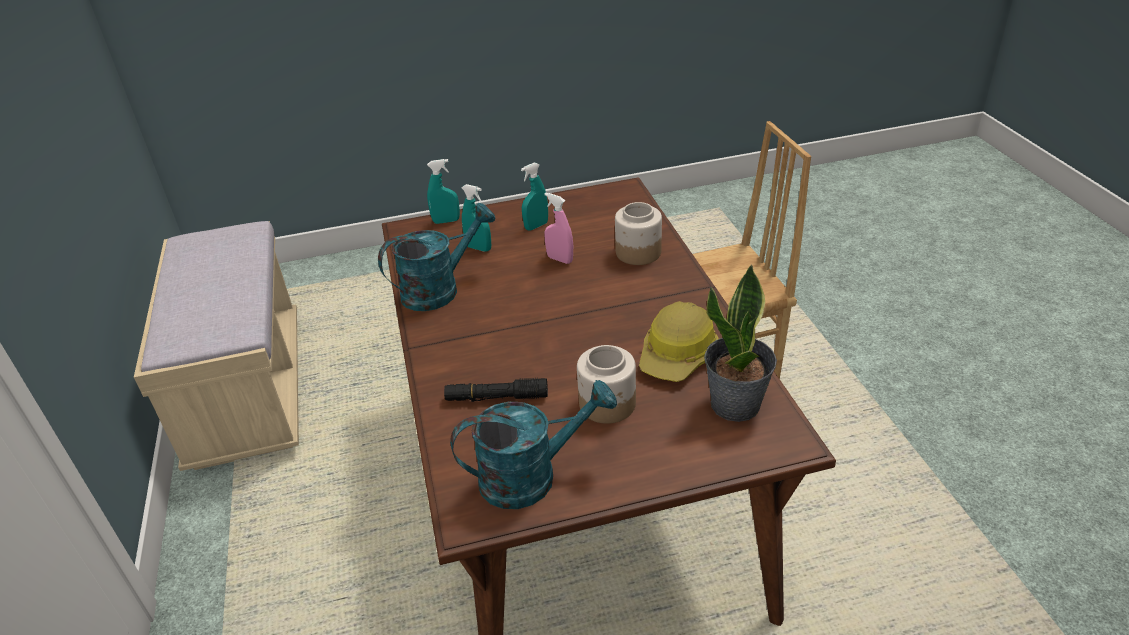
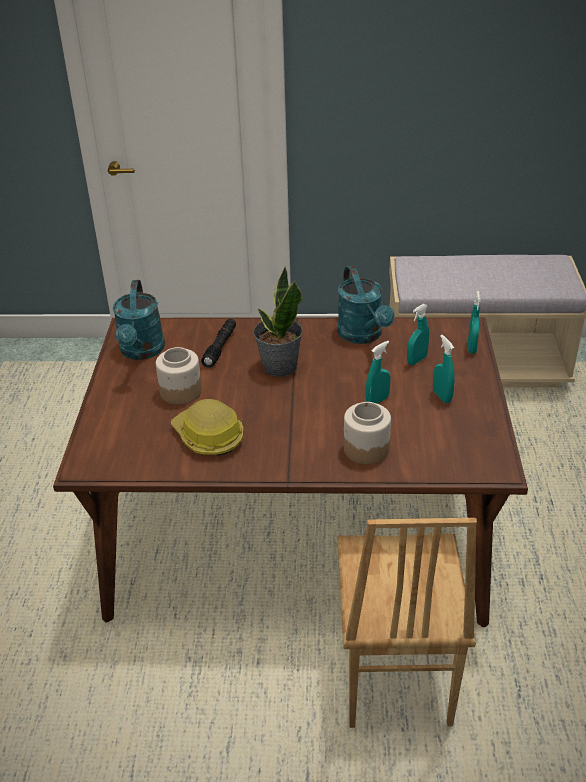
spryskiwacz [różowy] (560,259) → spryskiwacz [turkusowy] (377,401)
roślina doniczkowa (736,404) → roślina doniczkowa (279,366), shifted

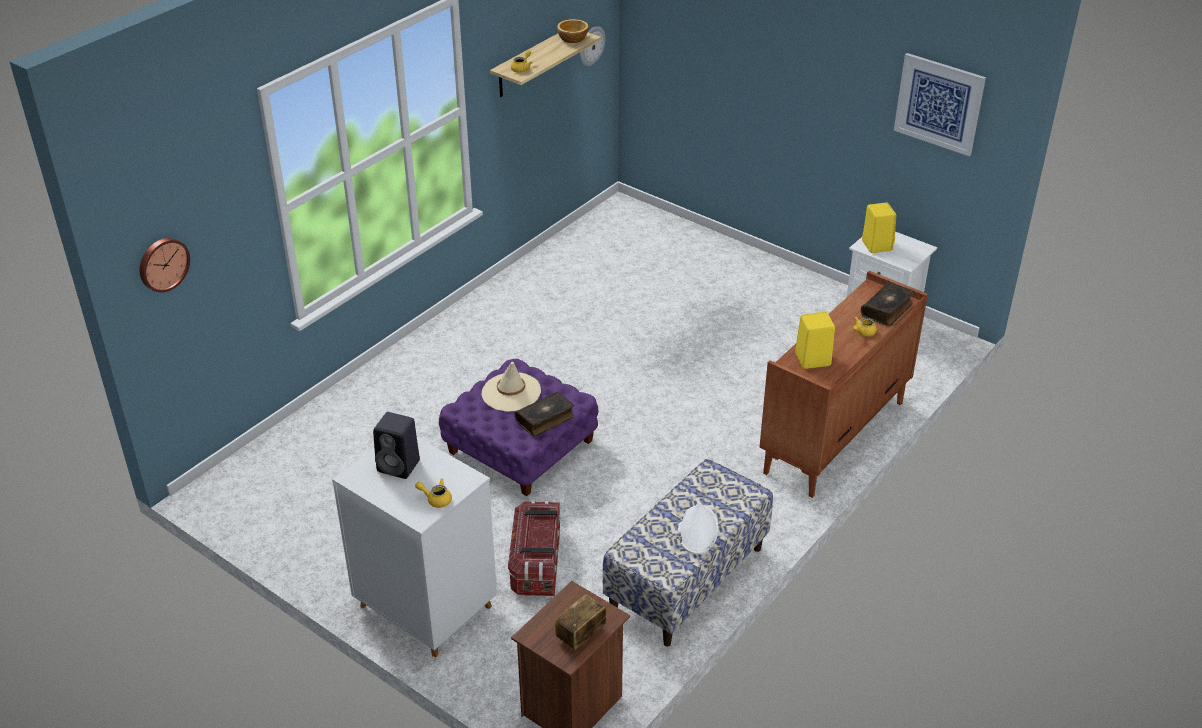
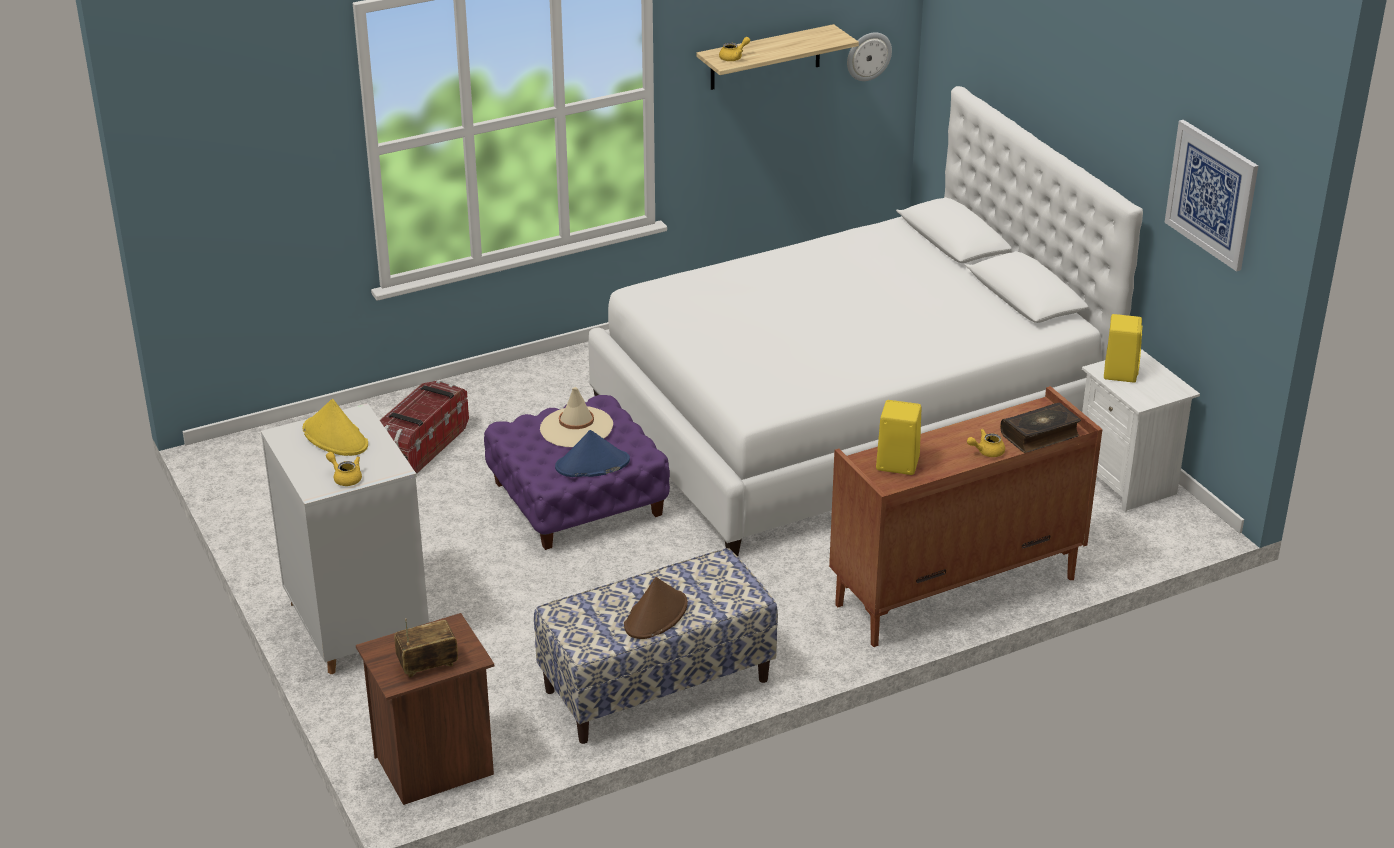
zegar ścienny (162,264) → -
głośnik [czarny] (400,466) → kapelusz [żółty] (335,437)
pojemnik do przechowywania (536,563) → pojemnik do przechowywania (422,445), shifted
książka (545,419) → kapelusz [niebieski] (592,464)
miska (573,39) → -
kapelusz [biały] (697,530) → kapelusz [brązowy] (656,615)
- → łóżko [biały] (850,420)

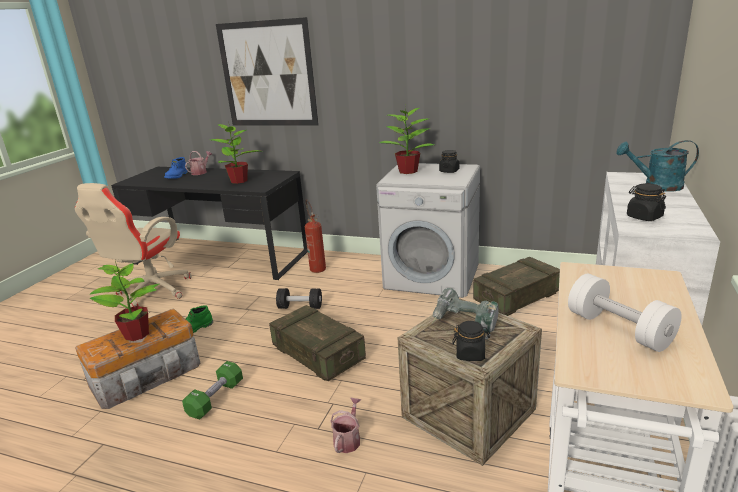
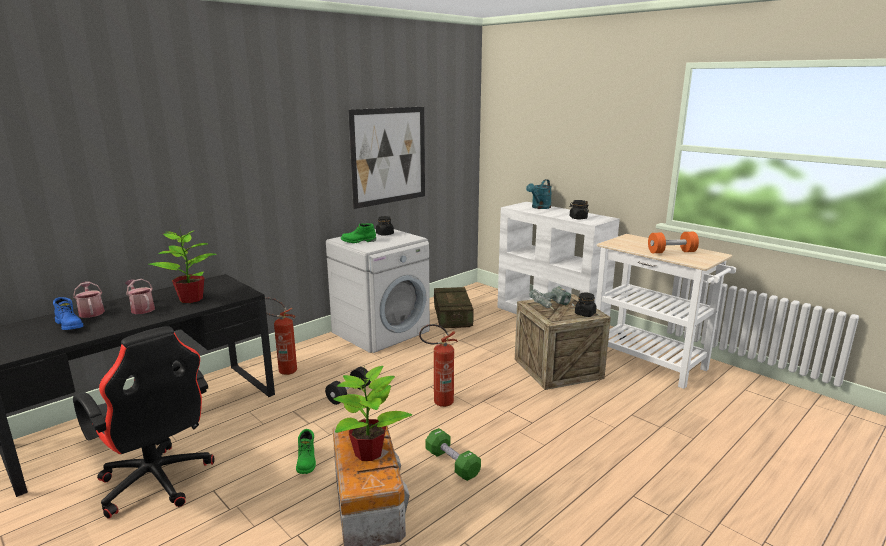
krzesło biurowe [beżowy] (150,293) → krzesło biurowe [czarny] (158,486)
obraz (267,74) → obraz (389,156), shifted
skrzynka (318,355) → gaśnica (438,402)
konewka (348,439) → konewka (141,309), shifted
roślina doniczkowa (408,171) → but z cholewką [zielony] (358,241)
hantel [biały] (618,329) → hantel [pomarańczowy] (671,252)

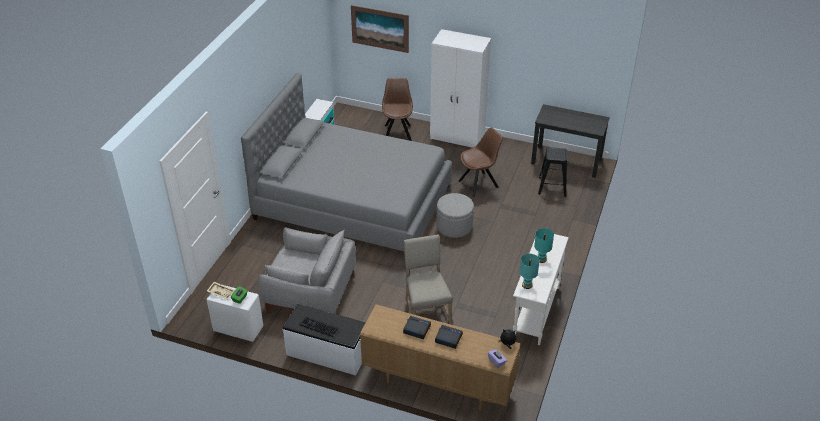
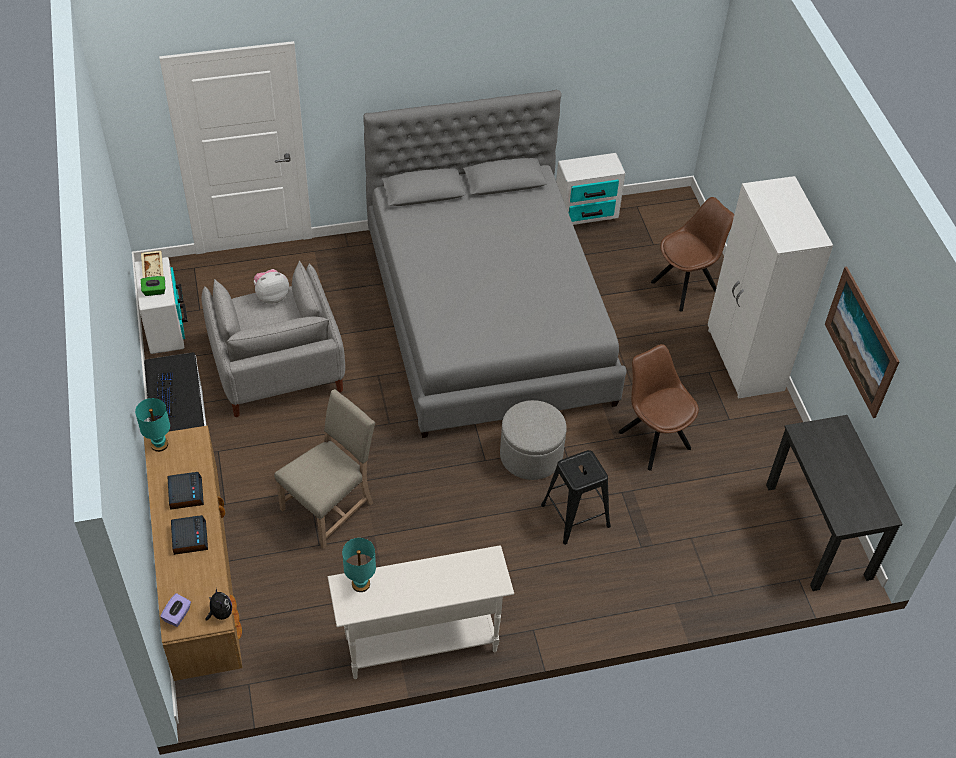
obraz (380,28) → obraz (861,341), shifted
krzesło [brązowy] (478,184) → krzesło [brązowy] (653,440), 150 degrees counterclockwise
lampa stołowa [turkusowy] (541,259) → lampa stołowa [turkusowy] (159,445), shifted
stołek [czarny] (552,187) → stołek [czarny] (575,515), shifted
- → pluszak (272,296)

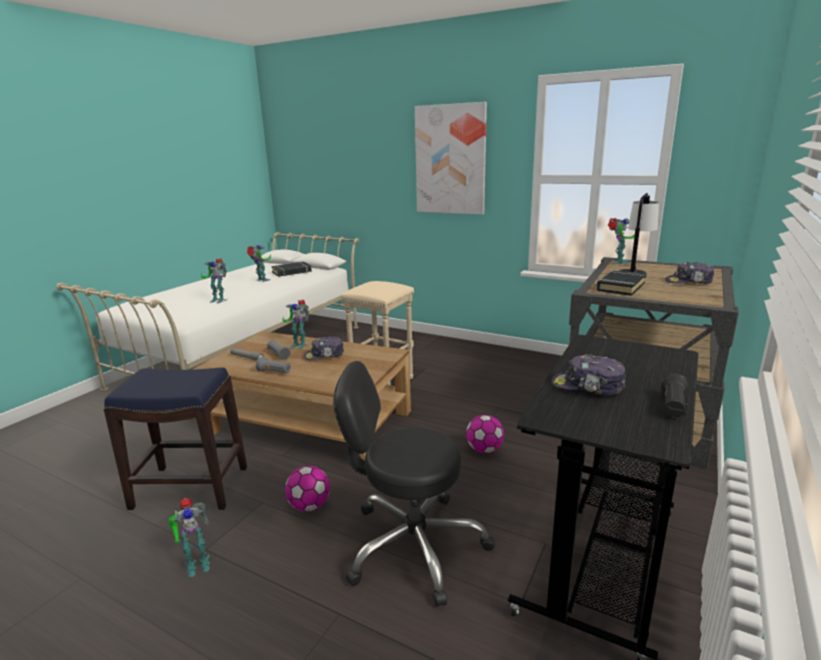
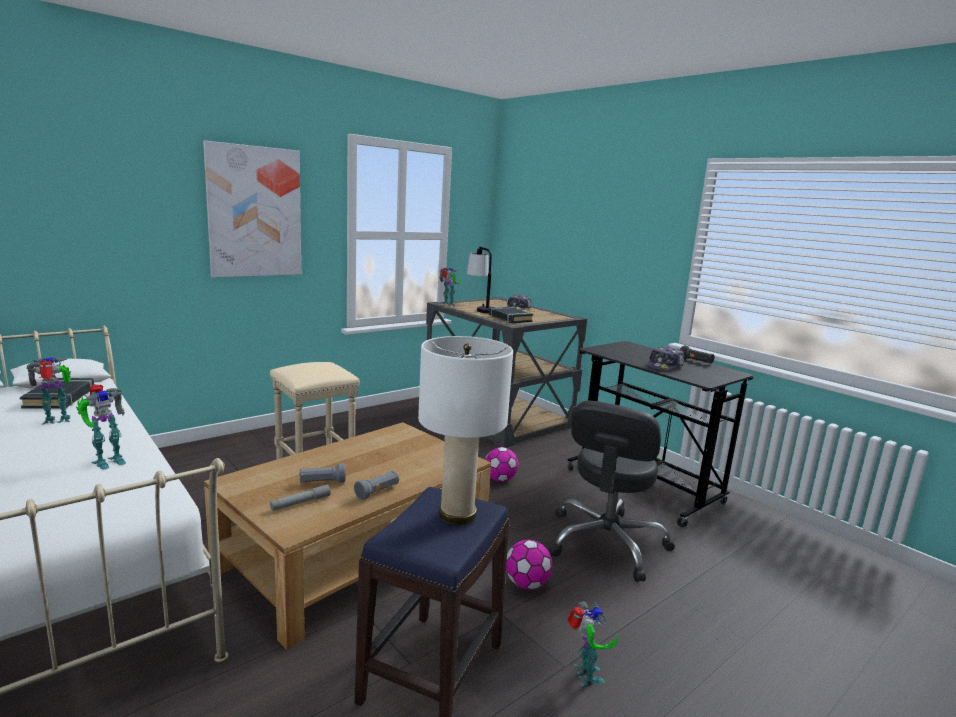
robot zabawkowy (299,345) → -
czapka z daszkiem (324,355) → -
- → lampa stołowa [biały] (457,515)

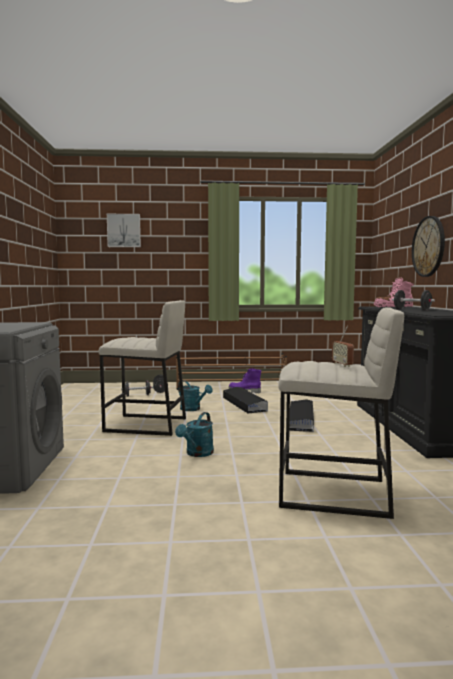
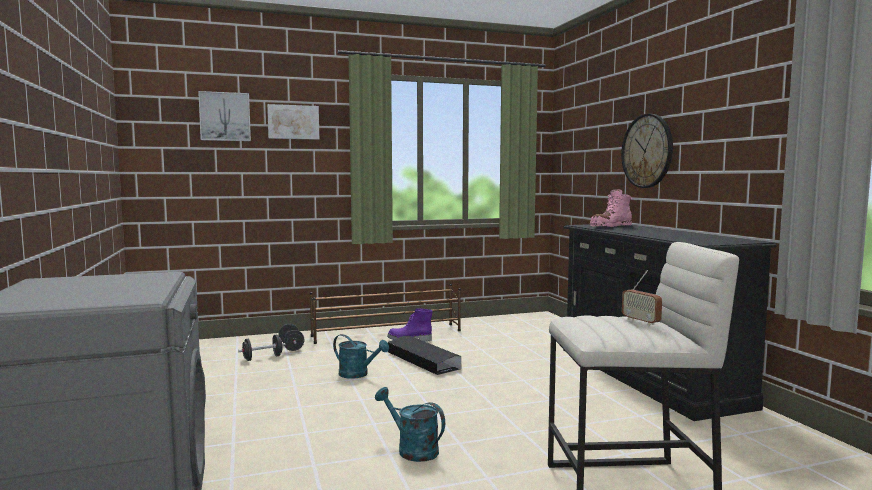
stołek [beżowy] (146,425) → -
konewka [turkusowy] (197,454) → konewka [turkusowy] (412,449), 120 degrees clockwise
pojemnik do przechowywania [czarny] (301,420) → -
hantel [czarny] (412,309) → -
- → obraz (293,122)

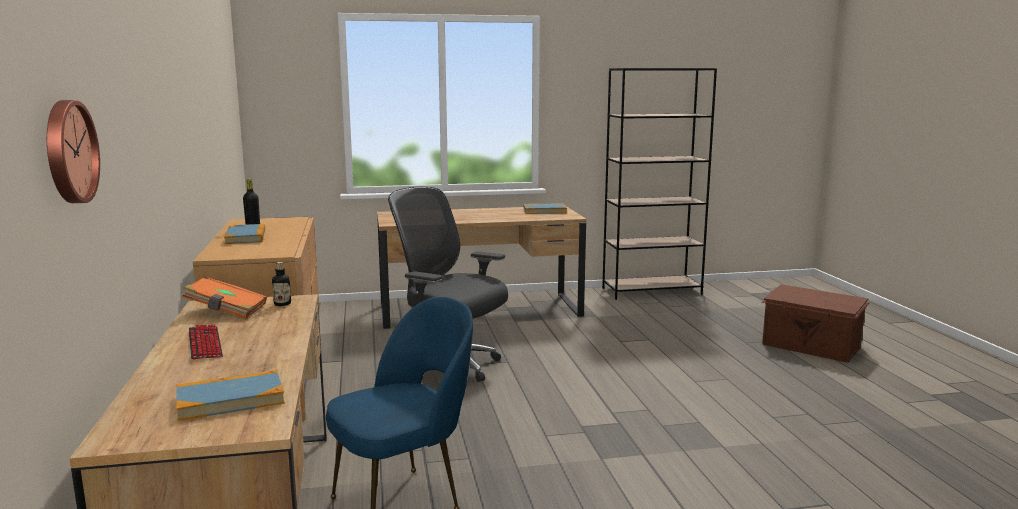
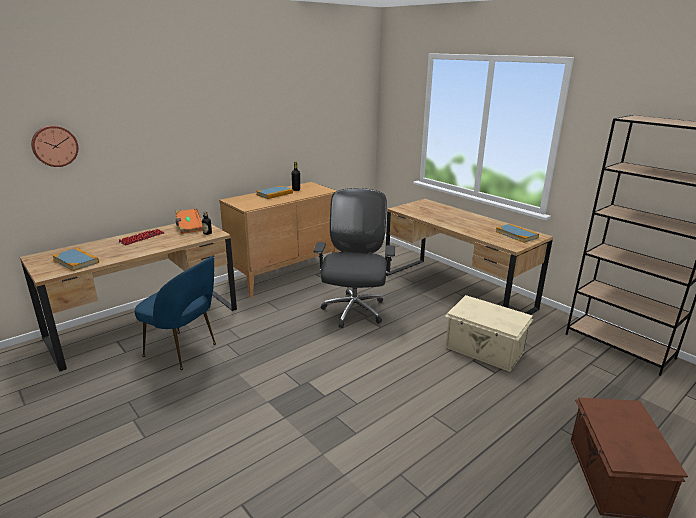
- → pojemnik do przechowywania [beżowy] (484,350)

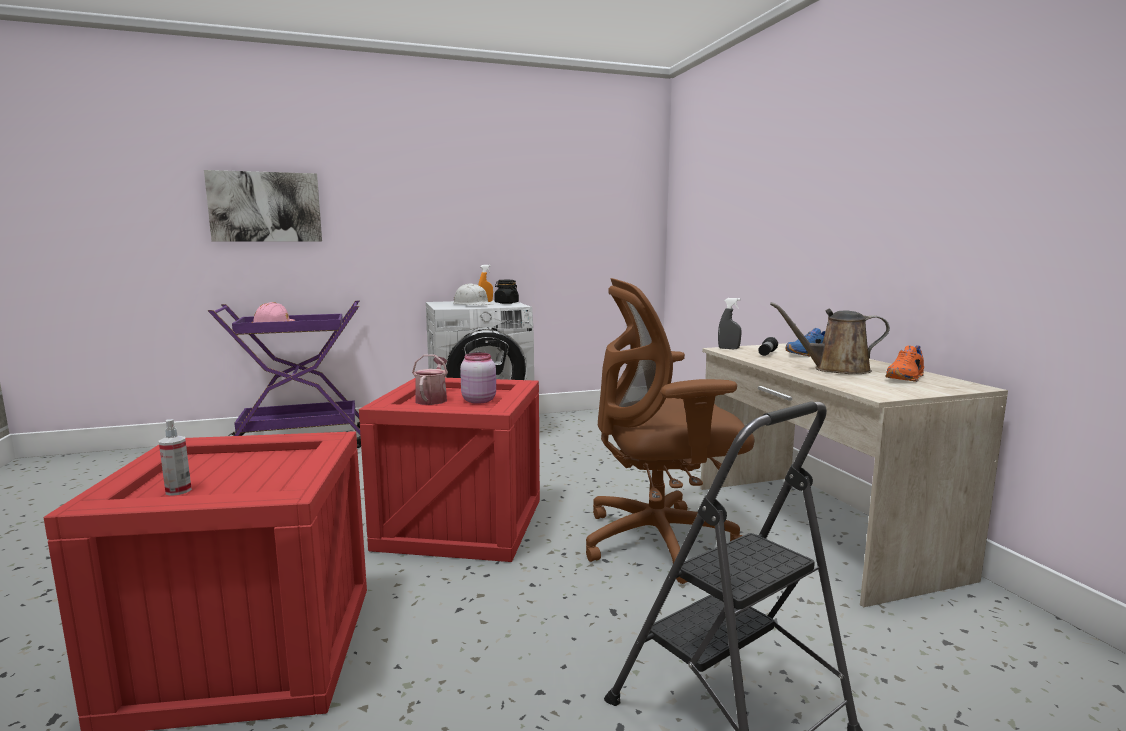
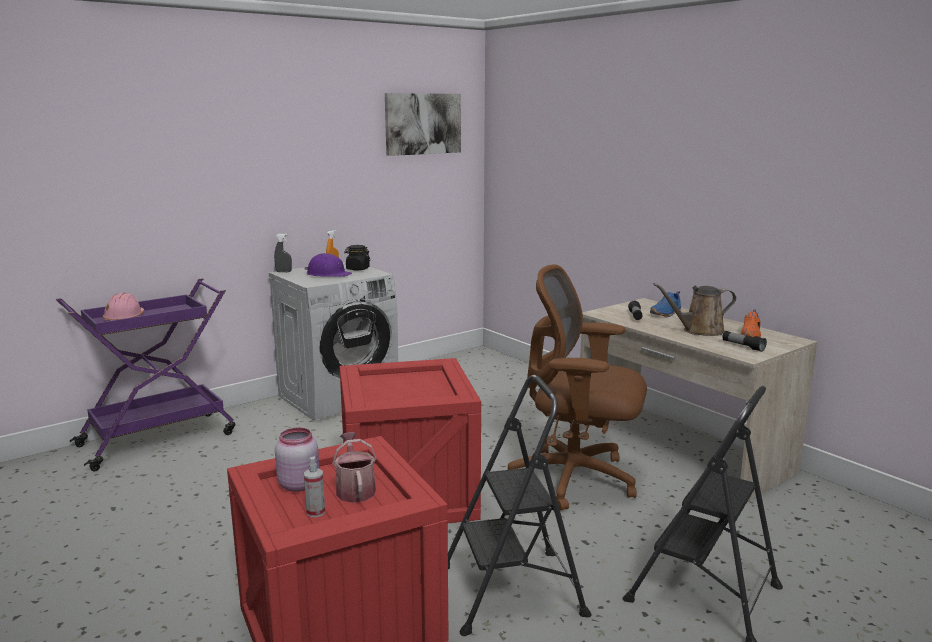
obraz (265,207) → obraz (422,124), shifted
konewka (432,399) → konewka (355,489), shifted
kask [biały] (472,304) → kask [fioletowy] (328,274)
słoik [różowy] (479,400) → słoik [różowy] (299,484), shifted
krzesło biurowe [brązowy] (666,538) → krzesło biurowe [brązowy] (581,478), 45 degrees clockwise
spryskiwacz [szary] (728,348) → spryskiwacz [szary] (283,272), shifted
- → drabinka [czarny] (516,589)
- → latarka (743,346)

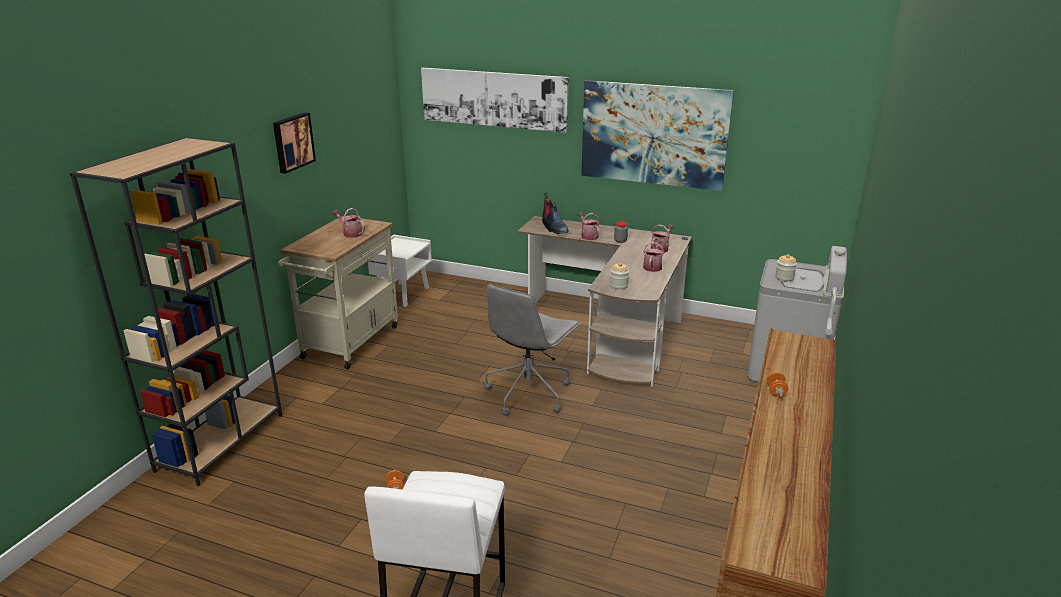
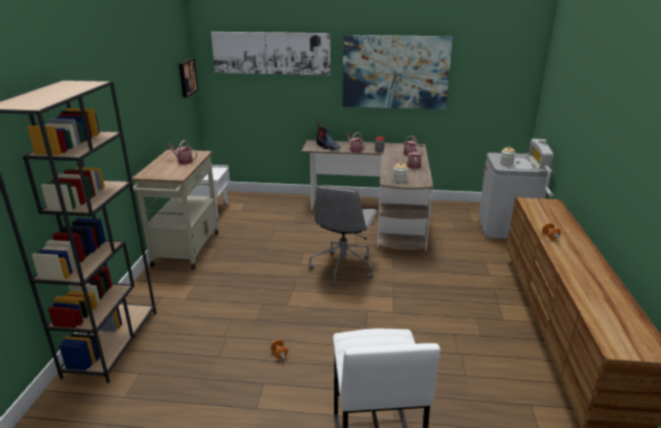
obraz (292,142) → obraz (186,77), shifted

